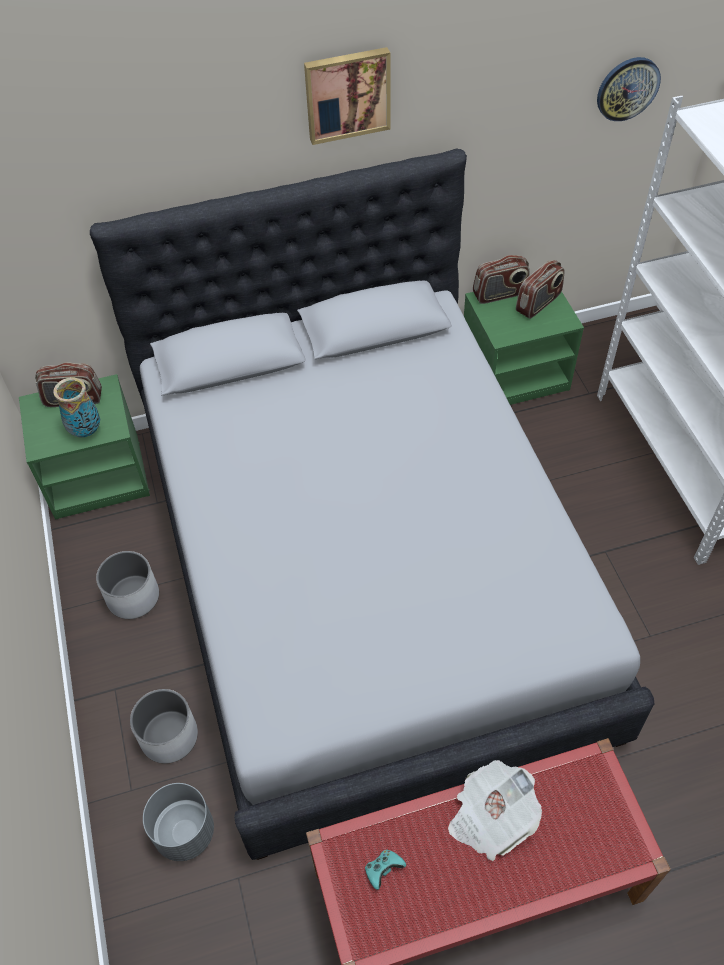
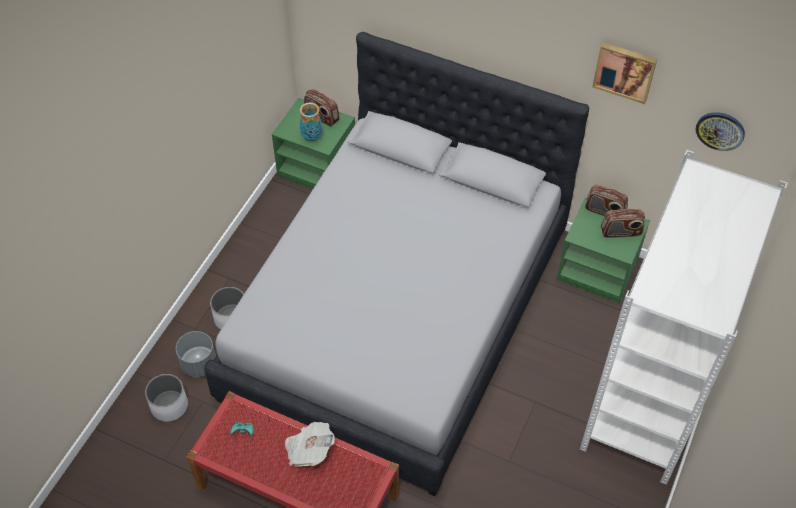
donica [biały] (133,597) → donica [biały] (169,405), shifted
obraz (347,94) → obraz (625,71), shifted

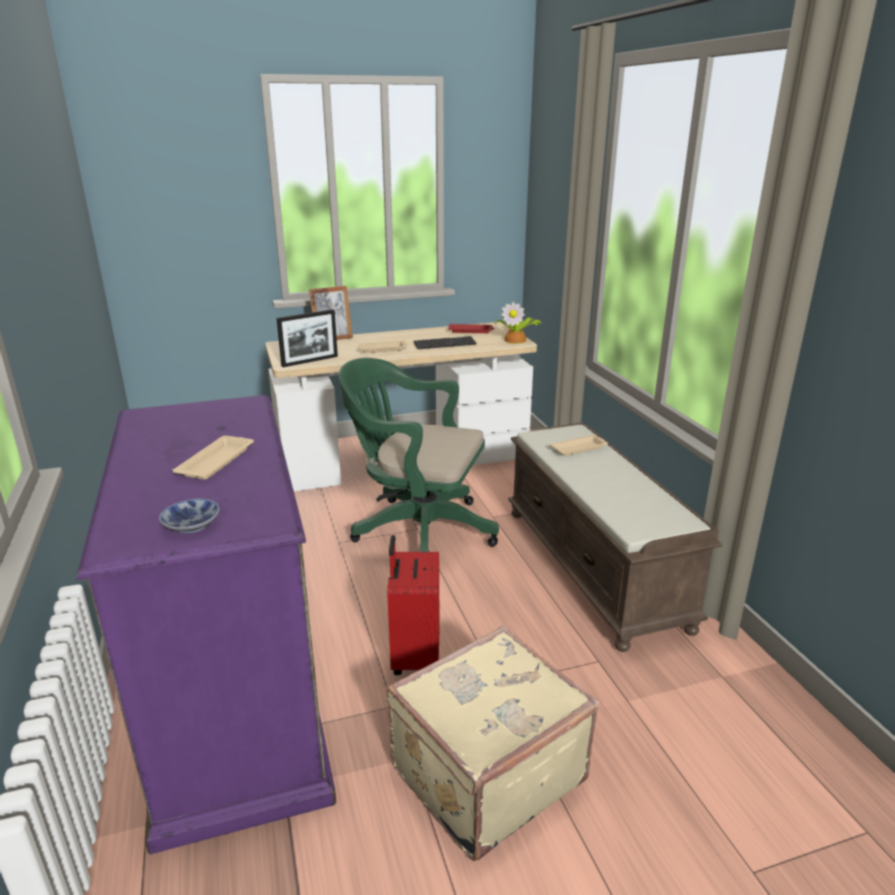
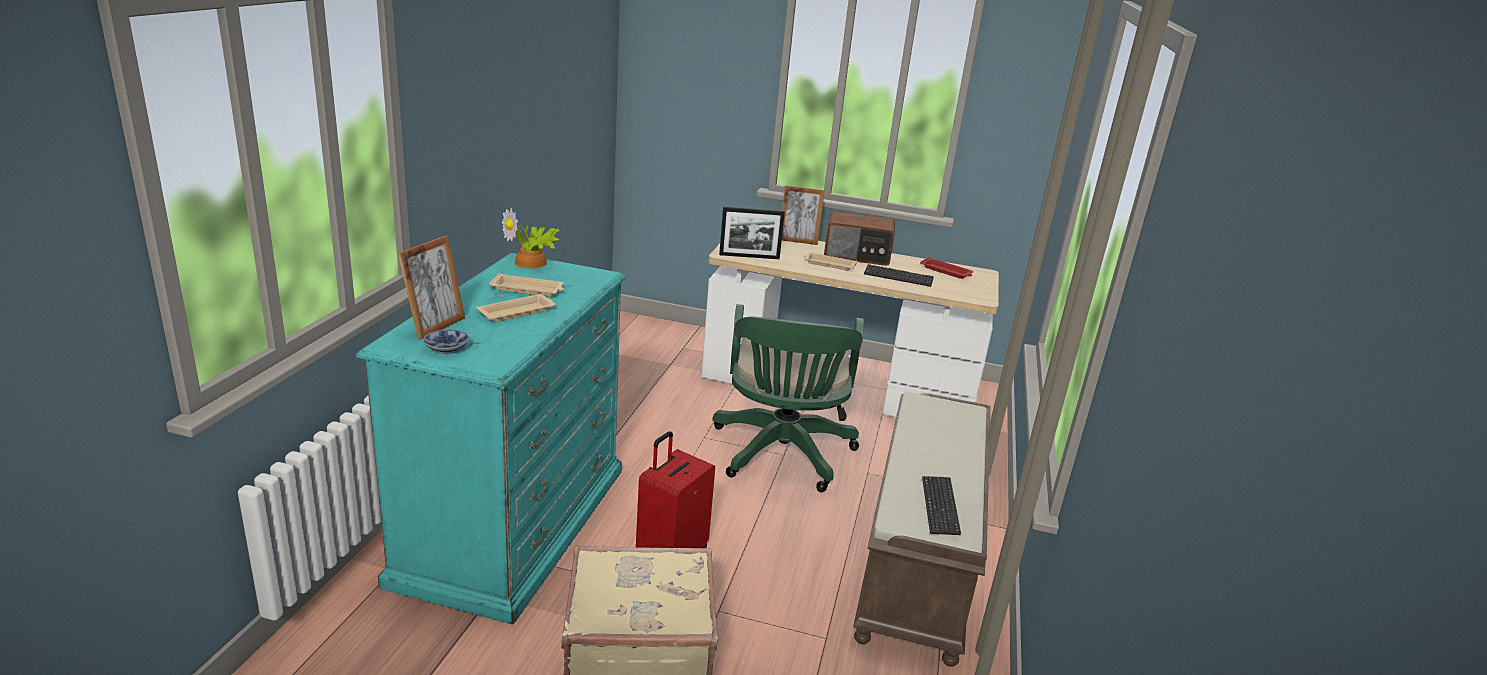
komoda [fioletowy] (236,702) → komoda [turkusowy] (513,522)
krzesło biurowe [zielony] (417,530) → krzesło biurowe [zielony] (782,455), 135 degrees counterclockwise
roślina doniczkowa (516,340) → roślina doniczkowa (533,262), shifted
taca [beżowy] (579,448) → taca [beżowy] (528,289), shifted
- → ramka na zdjęcie (435,326)
- → radio (857,255)
- → klawiatura (940,506)

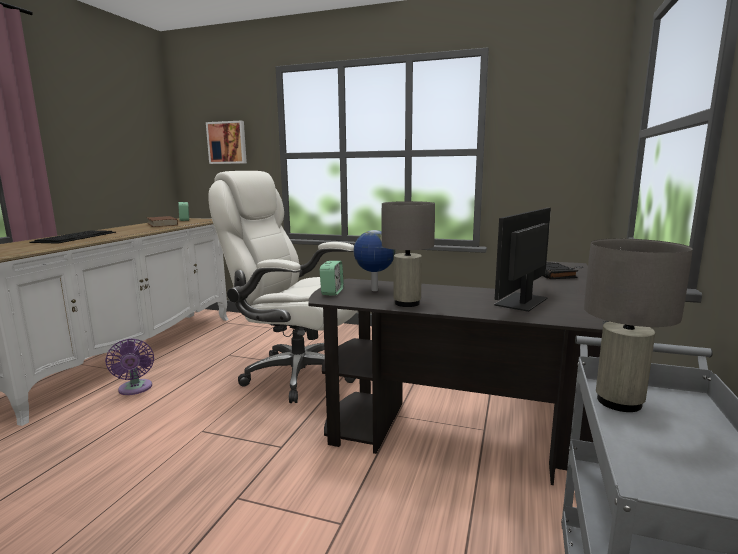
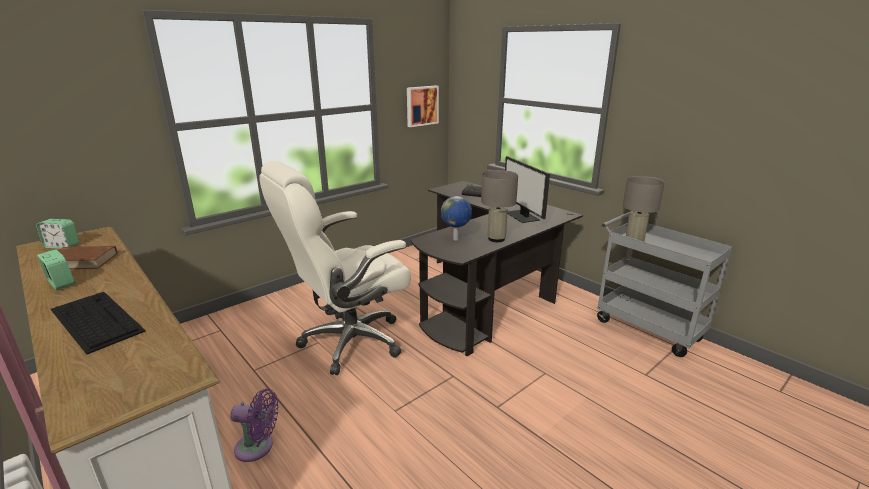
obraz (227,142) → obraz (421,105), shifted
budzik (332,292) → budzik (61,283), shifted

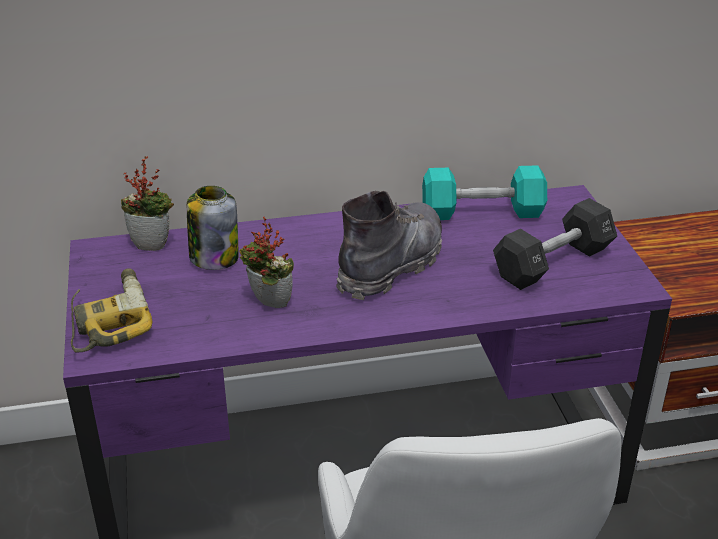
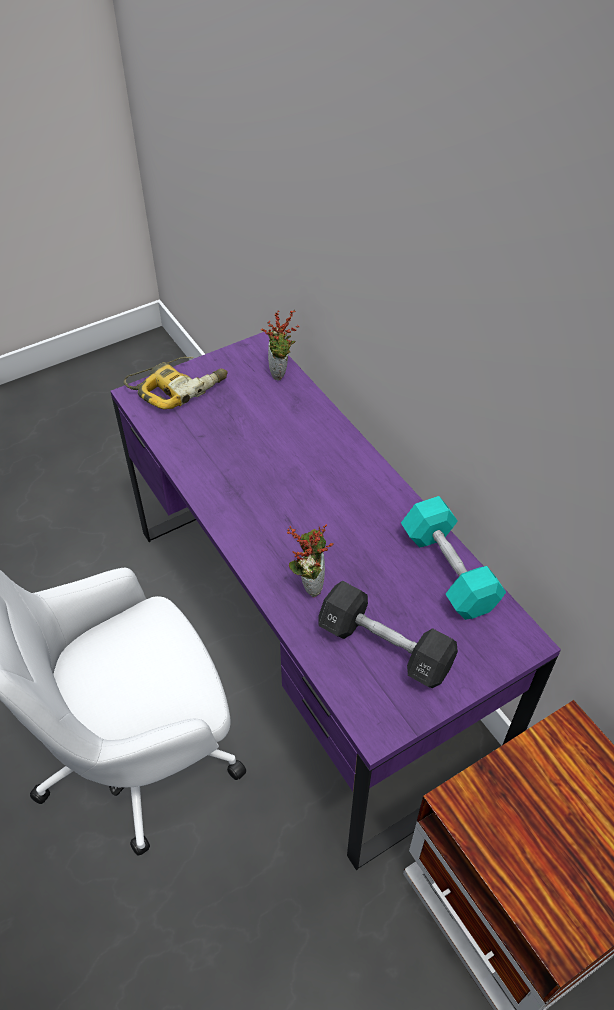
słoik (214,257) → -
roślina doniczkowa (268,304) → roślina doniczkowa (309,583), shifted
but z cholewką [szary] (392,265) → -

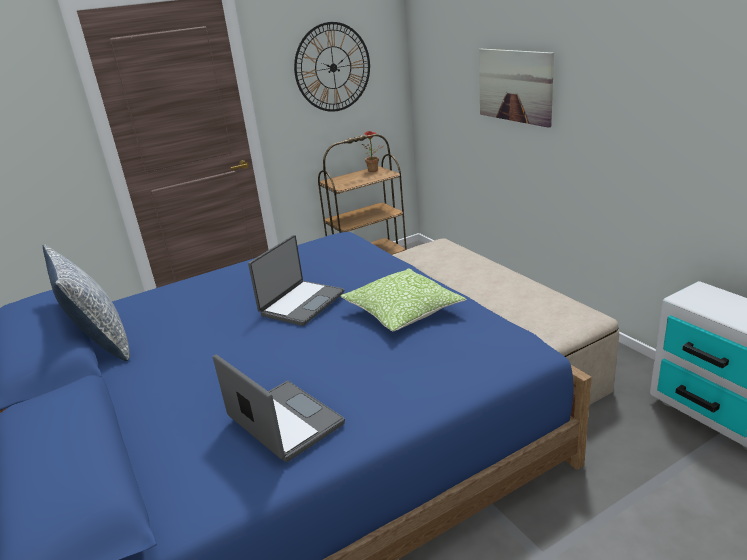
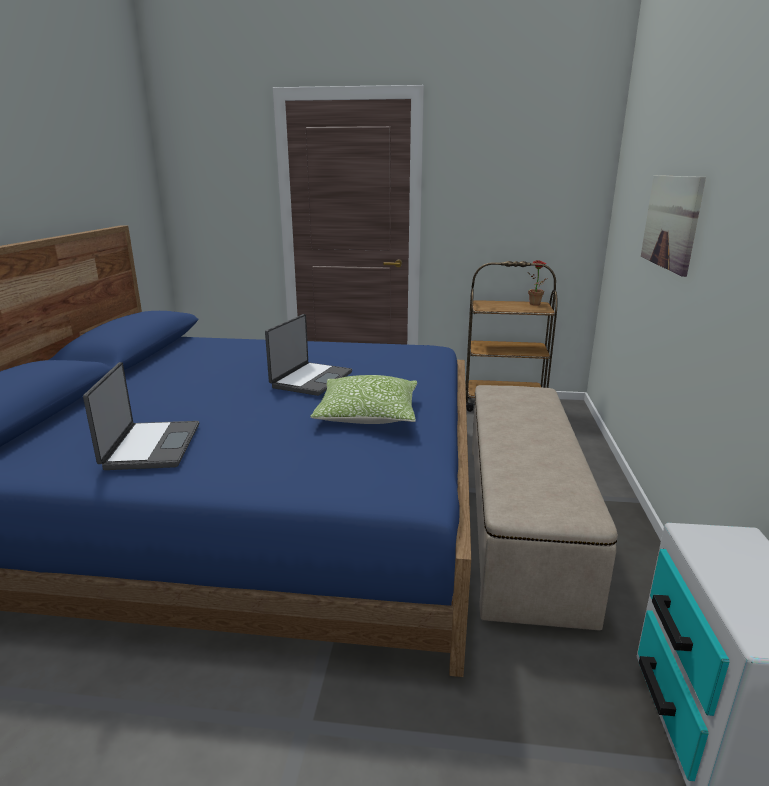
poduszka (100,342) → -
laptop (301,303) → laptop (310,380), 45 degrees counterclockwise
zegar ścienny (333,67) → -

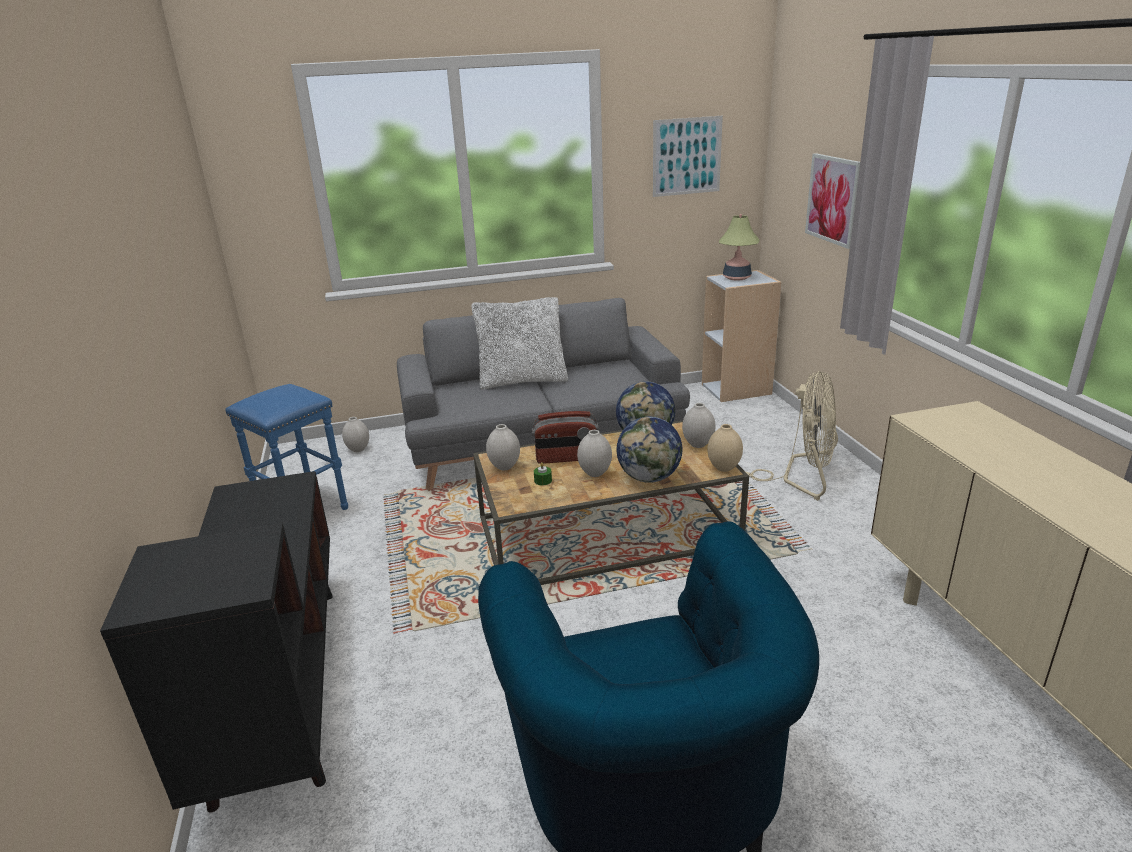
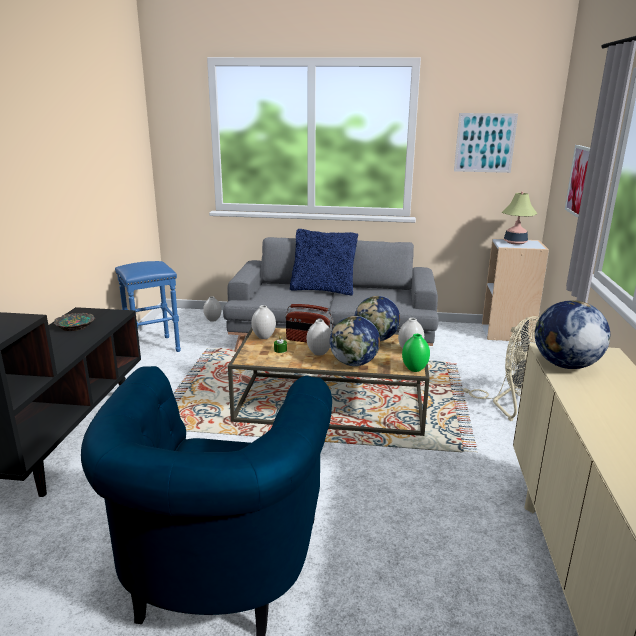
poduszka [biały] (522,378) → poduszka [niebieski] (323,289)
wazon [beżowy] (723,468) → wazon [zielony] (414,369)
- → miska (76,325)
- → globus (565,365)

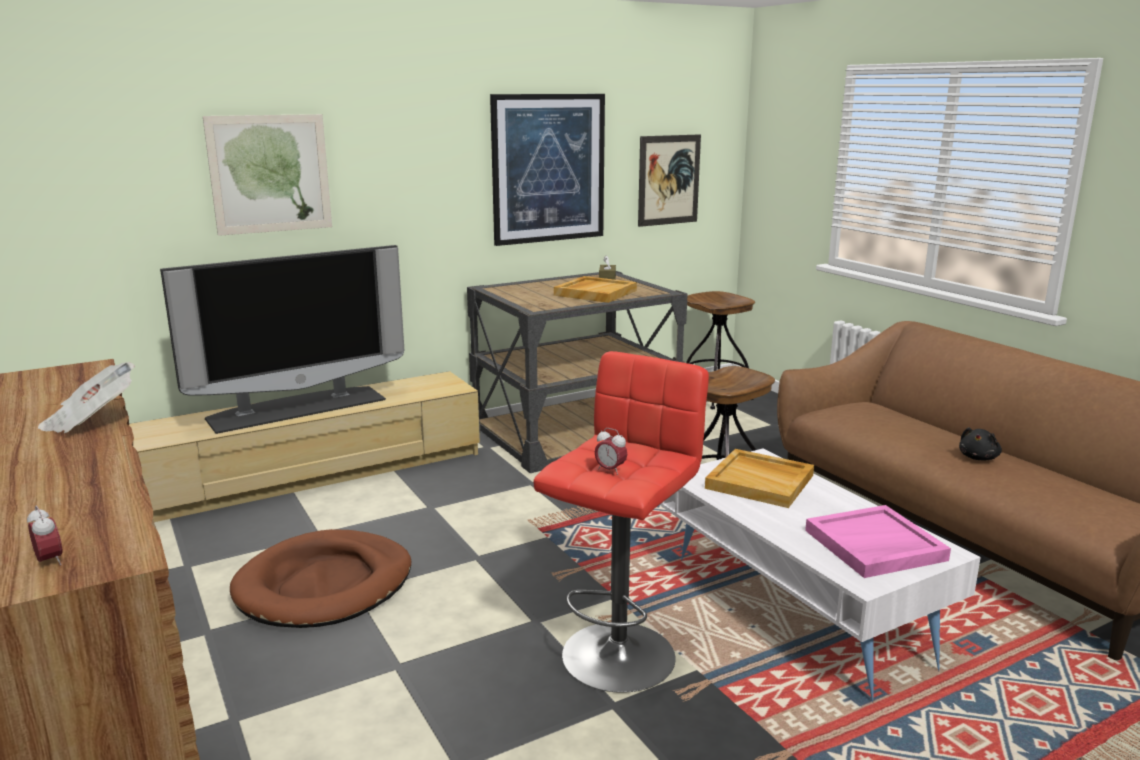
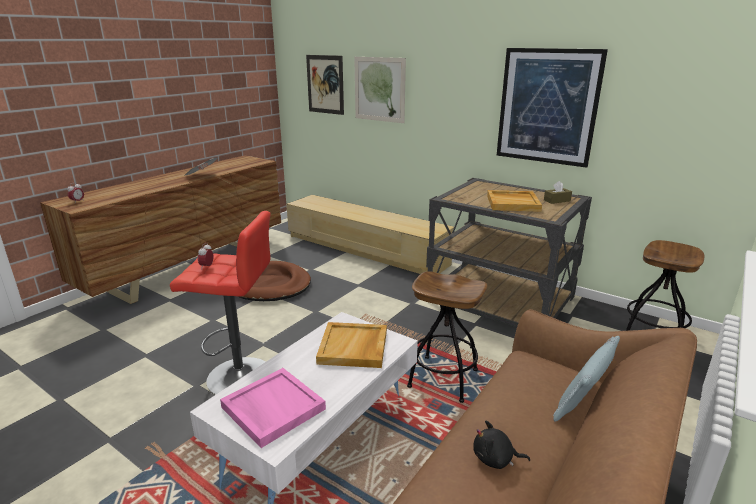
telewizor (297,408) → -
obraz (669,180) → obraz (325,84), shifted
- → poduszka [niebieski] (581,401)

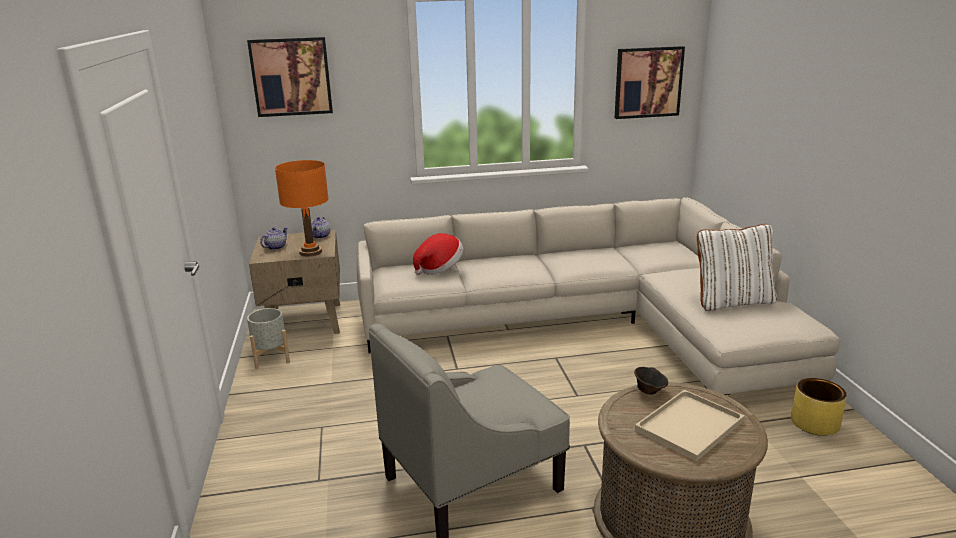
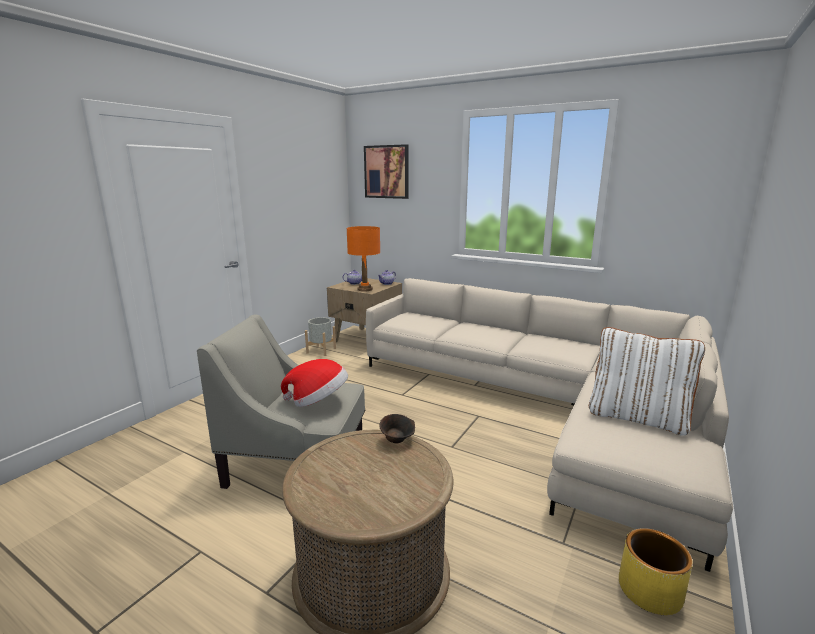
kapelusz (439,268) → kapelusz (318,401), shifted
obraz (648,82) → -
taca [beżowy] (689,424) → -

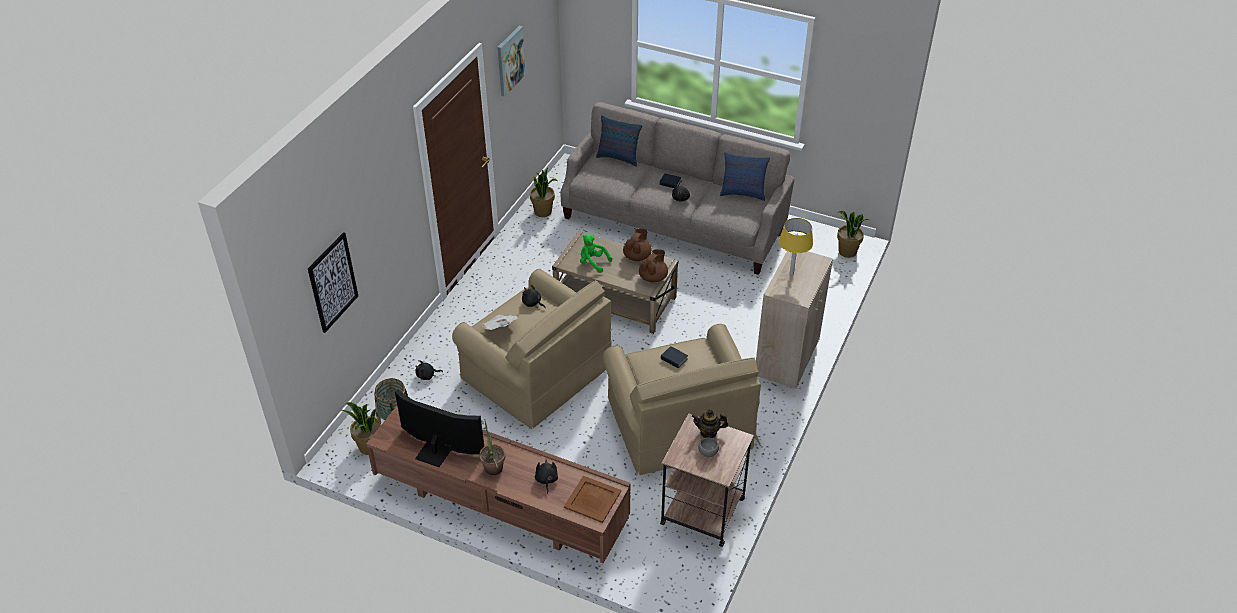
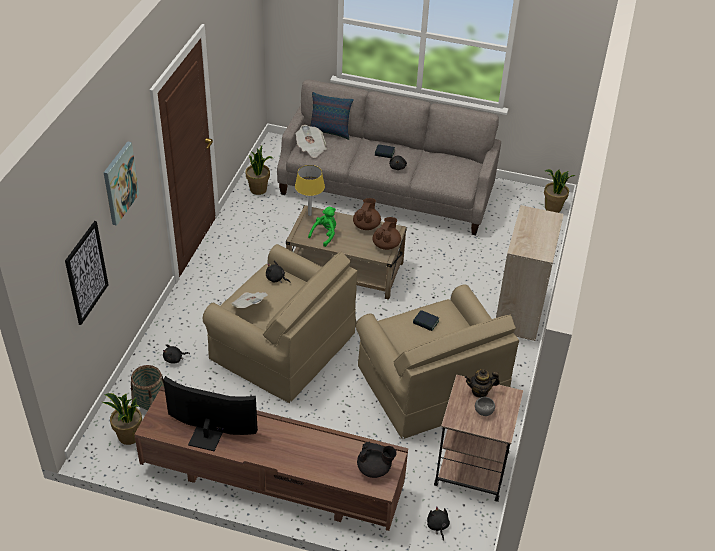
roślina doniczkowa (494,471) → -
obraz (510,60) → obraz (119,183), shifted
pluszak [czarny] (546,480) → pluszak [czarny] (437,526), shifted
taca [brązowy] (592,500) → imbryk [czarny] (374,469)
pluszak [zielony] (593,263) → pluszak [zielony] (325,235), 105 degrees clockwise
poduszka [niebieski] (743,194) → -
lampa stołowa [żółty] (791,273) → lampa stołowa [żółty] (309,214), shifted
- → gazeta (311,148)

